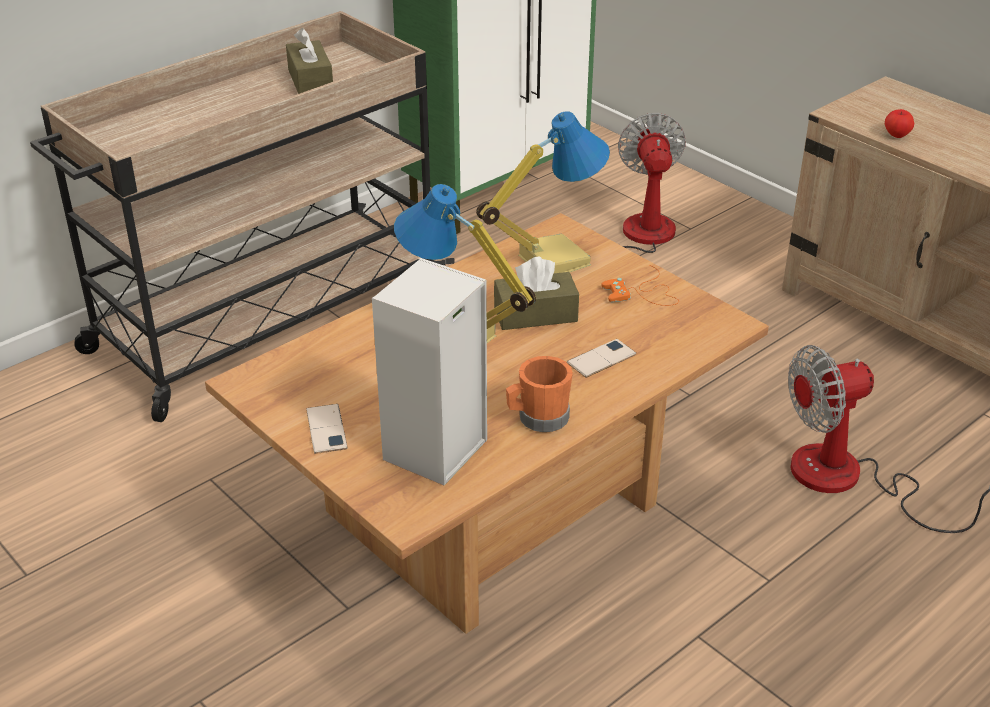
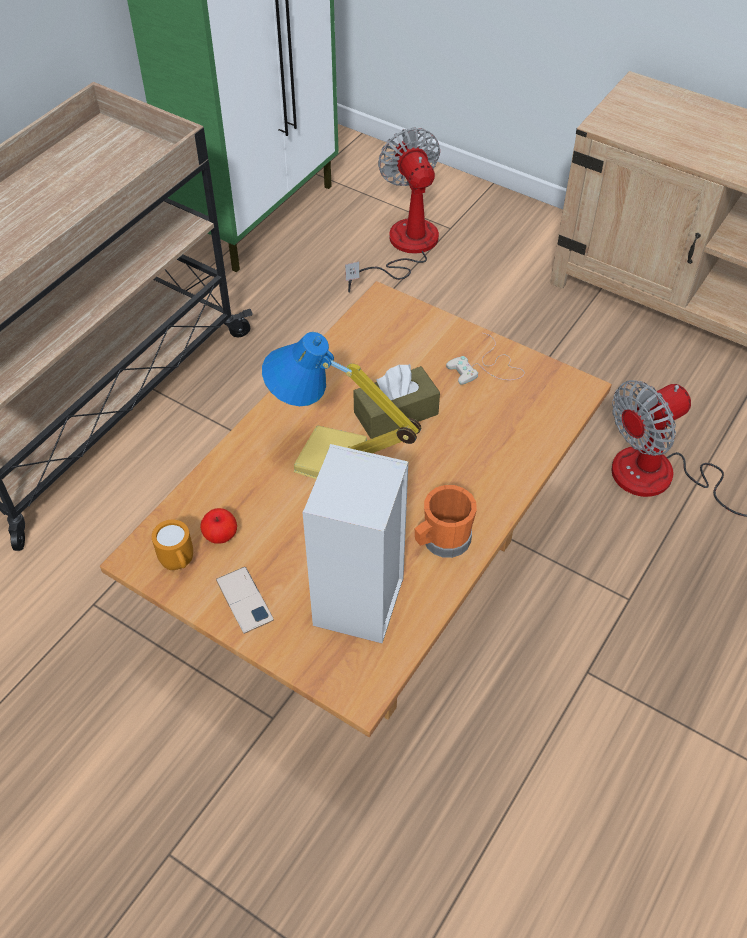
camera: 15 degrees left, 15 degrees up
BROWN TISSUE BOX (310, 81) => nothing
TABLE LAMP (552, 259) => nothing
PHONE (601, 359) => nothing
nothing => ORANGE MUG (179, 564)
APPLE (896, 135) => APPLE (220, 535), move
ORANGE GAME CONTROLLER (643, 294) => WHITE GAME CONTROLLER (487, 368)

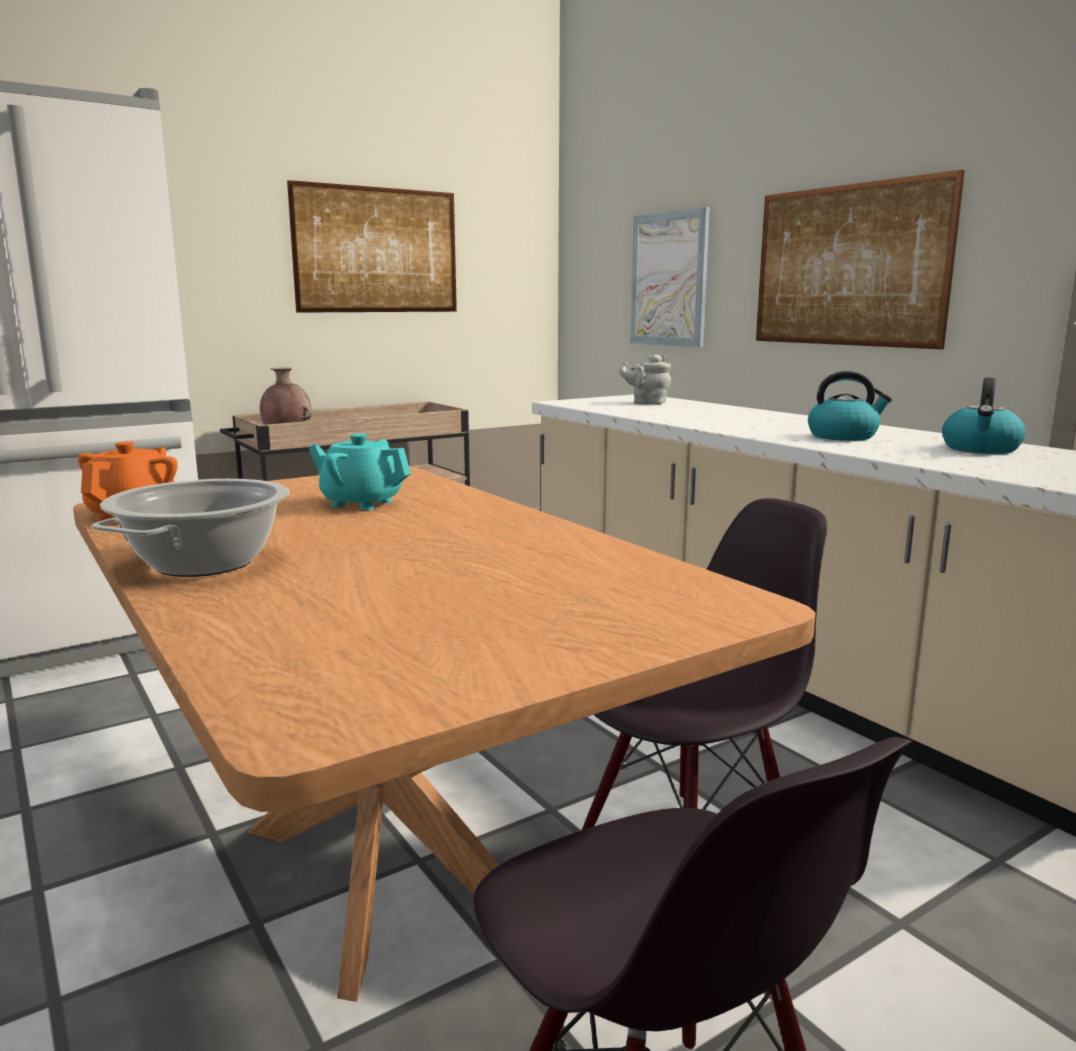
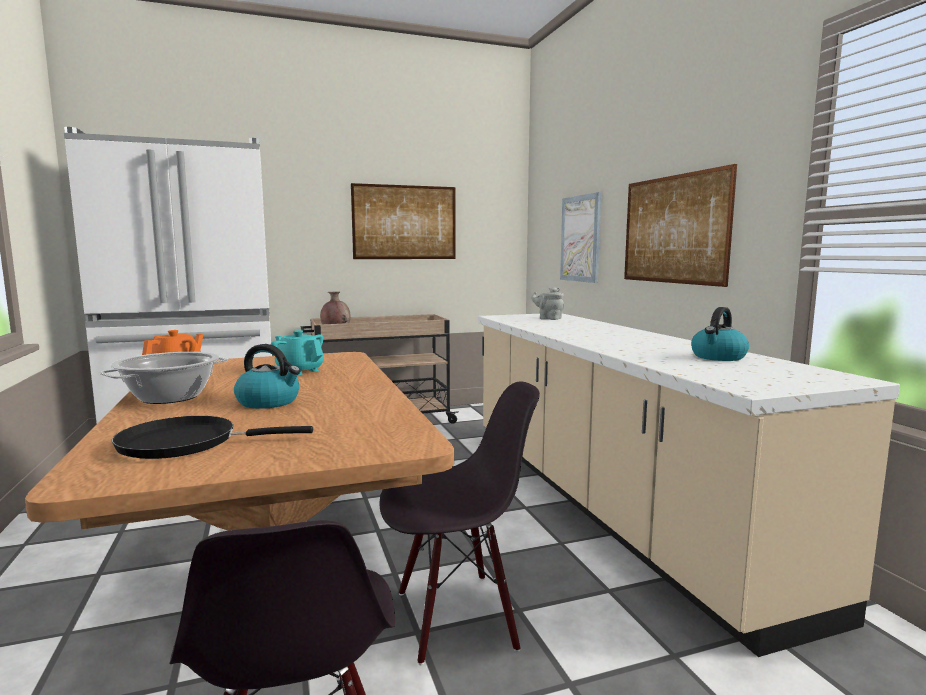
camera: 15 degrees right, 5 degrees down
nothing => BLACK FRYING PAN (186, 443)
KETTLE (843, 436) => KETTLE (269, 402), move

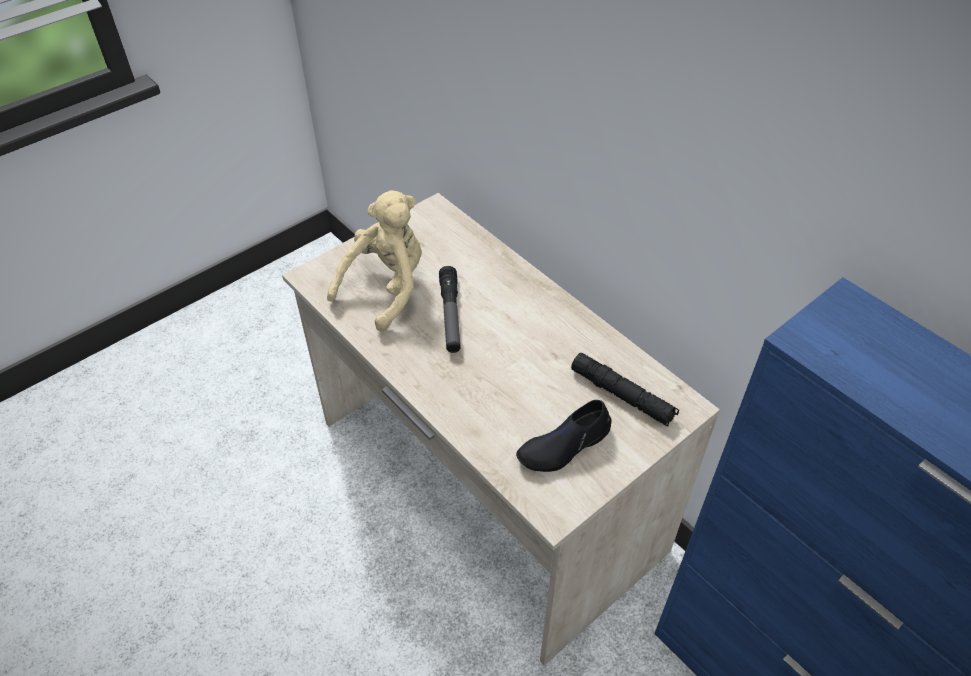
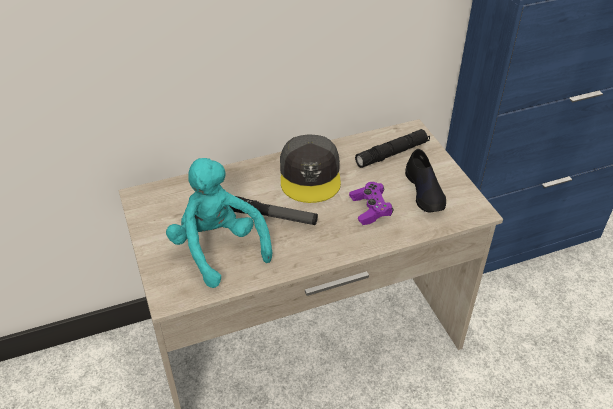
camera: 70 degrees left, 5 degrees down
nothing => GREY CAP (310, 175)
nothing => PURPLE GAME CONTROLLER (370, 209)
BEIGE PLUSH TOY (386, 288) => TURQUOISE PLUSH TOY (218, 248)

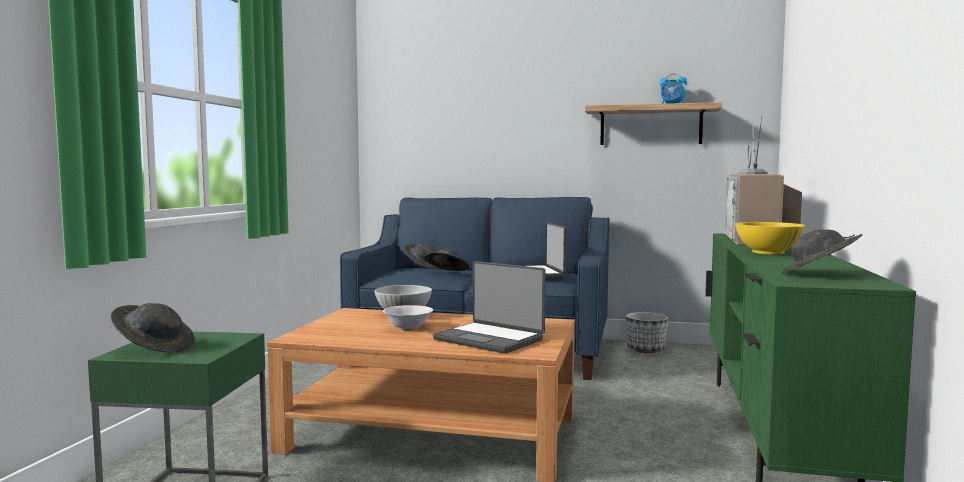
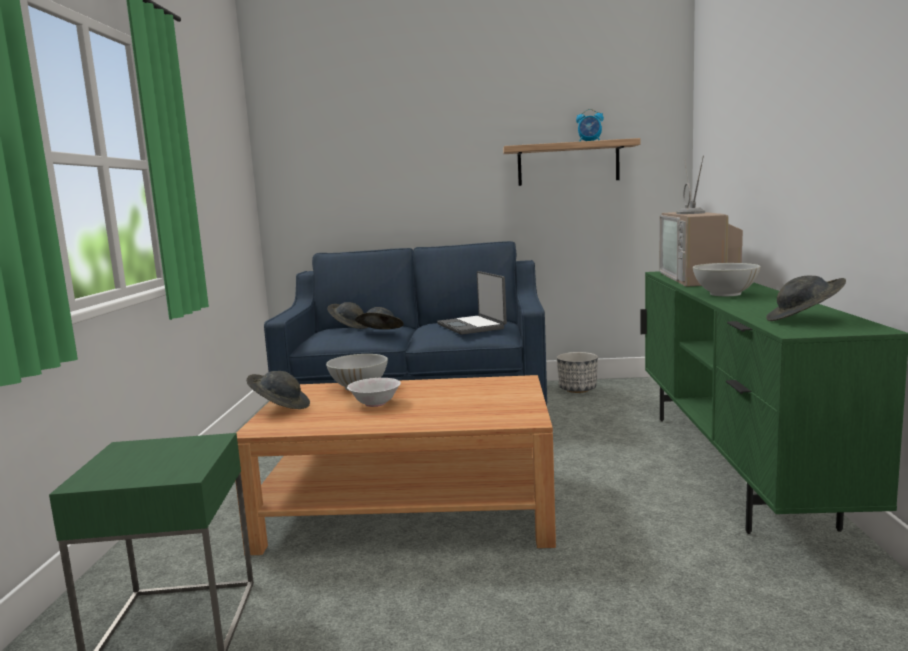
camera: 10 degrees left, 5 degrees up
LAPTOP (490, 339) => nothing
GREY HAT (155, 348) => GREY HAT (280, 407), move
YELLOW BOWL (767, 252) => WHITE BOWL (724, 294)

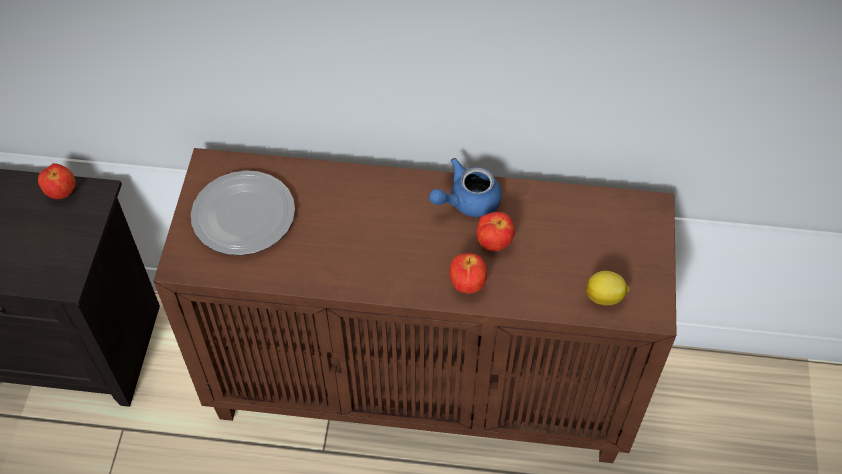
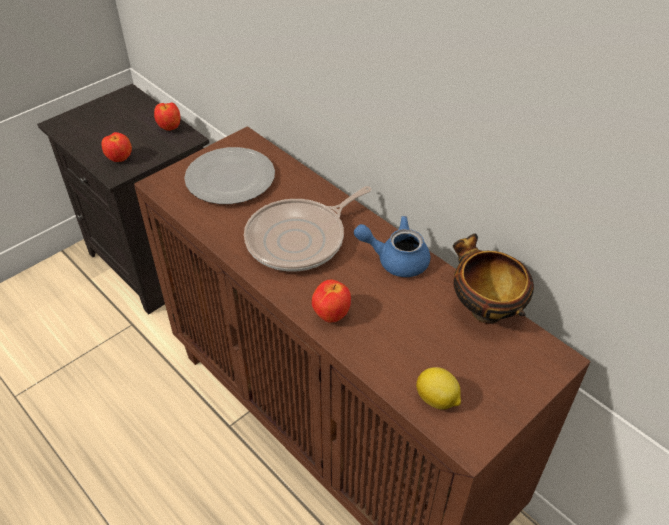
camera: 40 degrees right, 10 degrees down
nothing => FRYING PAN (300, 239)
nothing => BOWL (483, 309)
APPLE (494, 243) => APPLE (120, 159), move

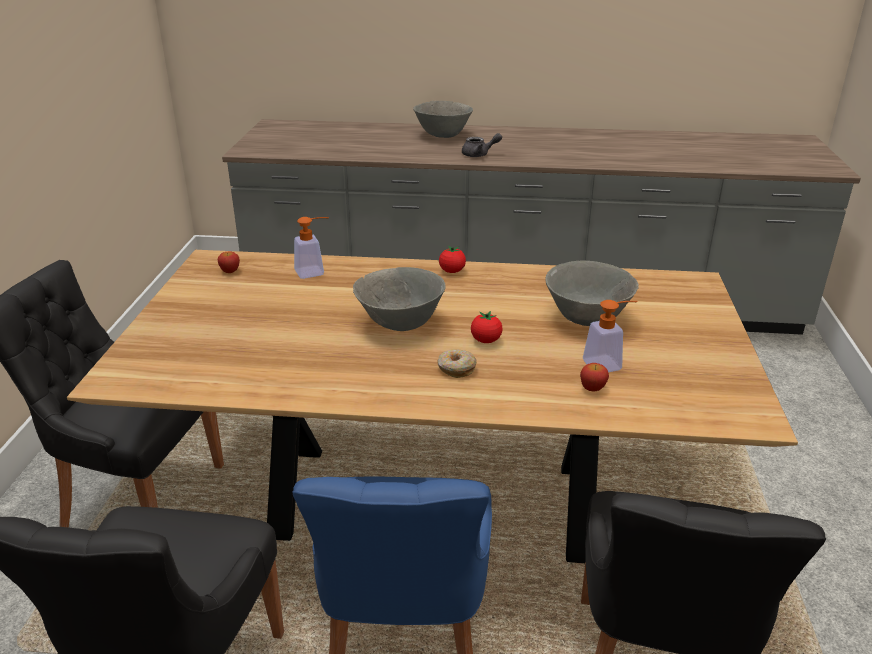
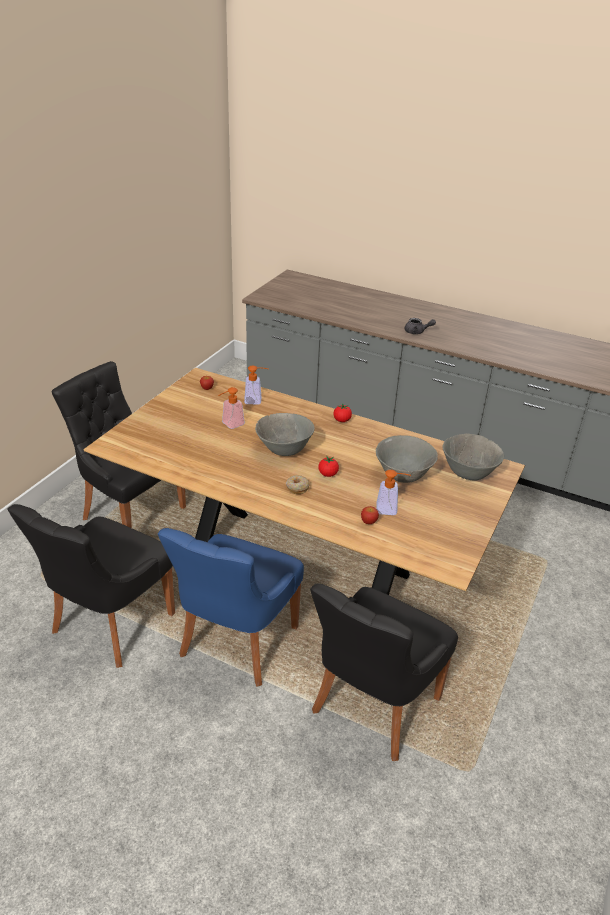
camera: 20 degrees right, 5 degrees up
nothing => SOAP DISPENSER (230, 425)
GREY BOWL (442, 136) => GREY BOWL (468, 473), move

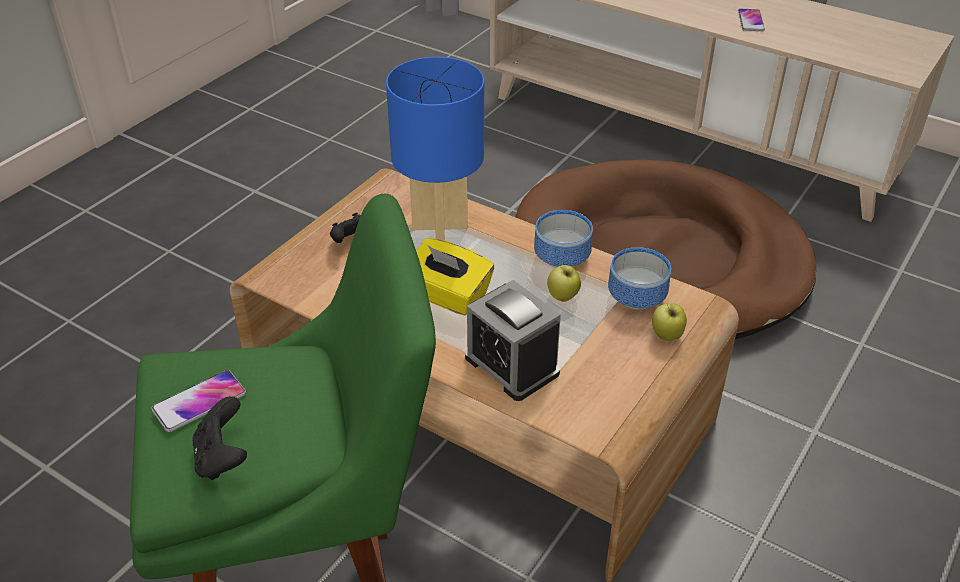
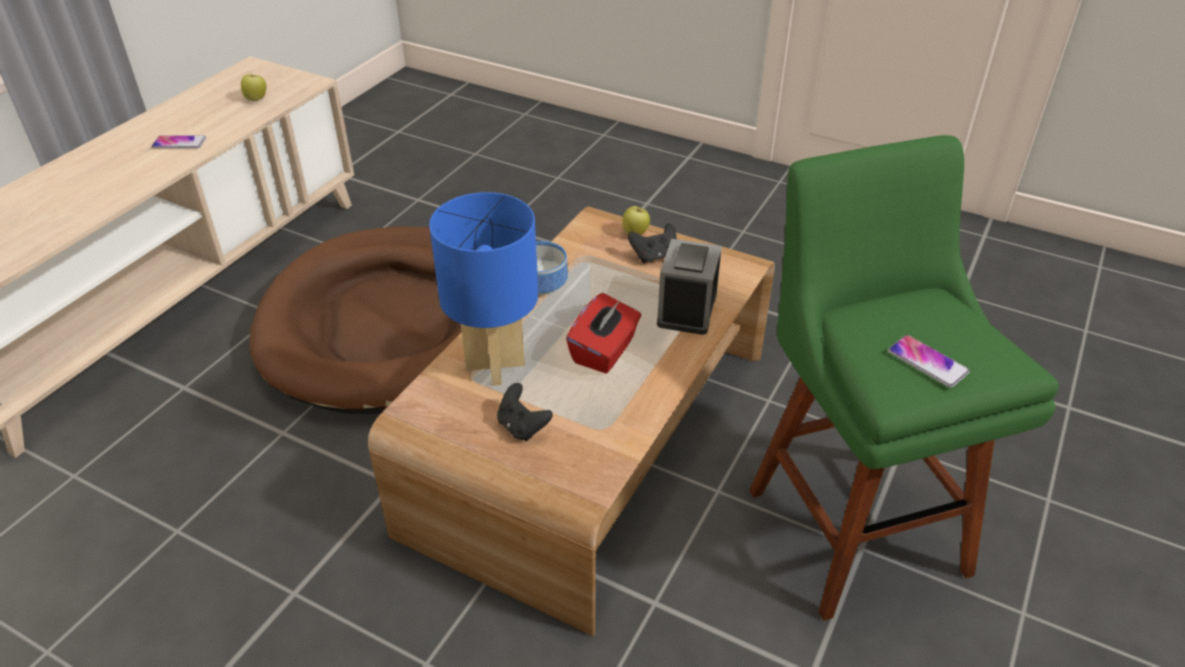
camera: 95 degrees left, 0 degrees up
BOWL (639, 297) => nothing
BLACK GAME CONTROLLER (222, 458) => BLACK GAME CONTROLLER (653, 256), move
APPLE (563, 297) => APPLE (257, 99), move
YELLOW TISSUE BOX (448, 296) => RED TISSUE BOX (604, 351)
ALARM CLOCK (511, 365) => ALARM CLOCK (687, 309), 150 degrees clockwise

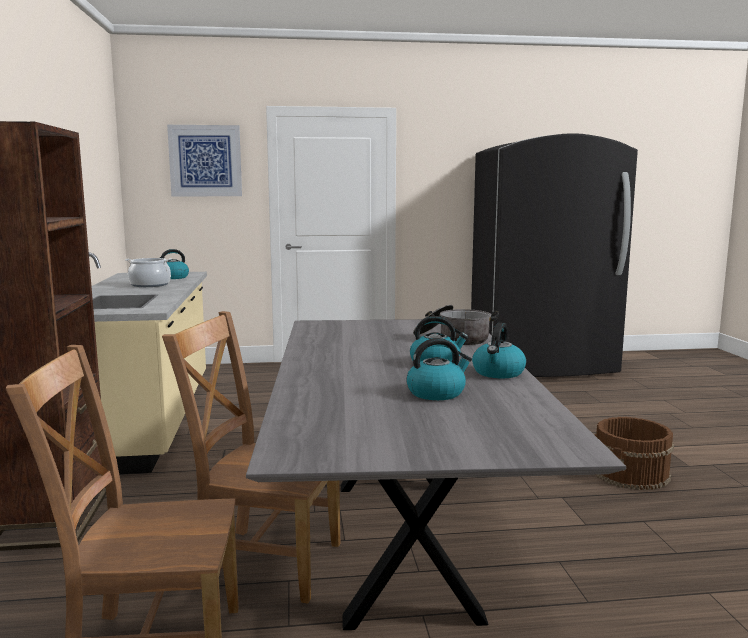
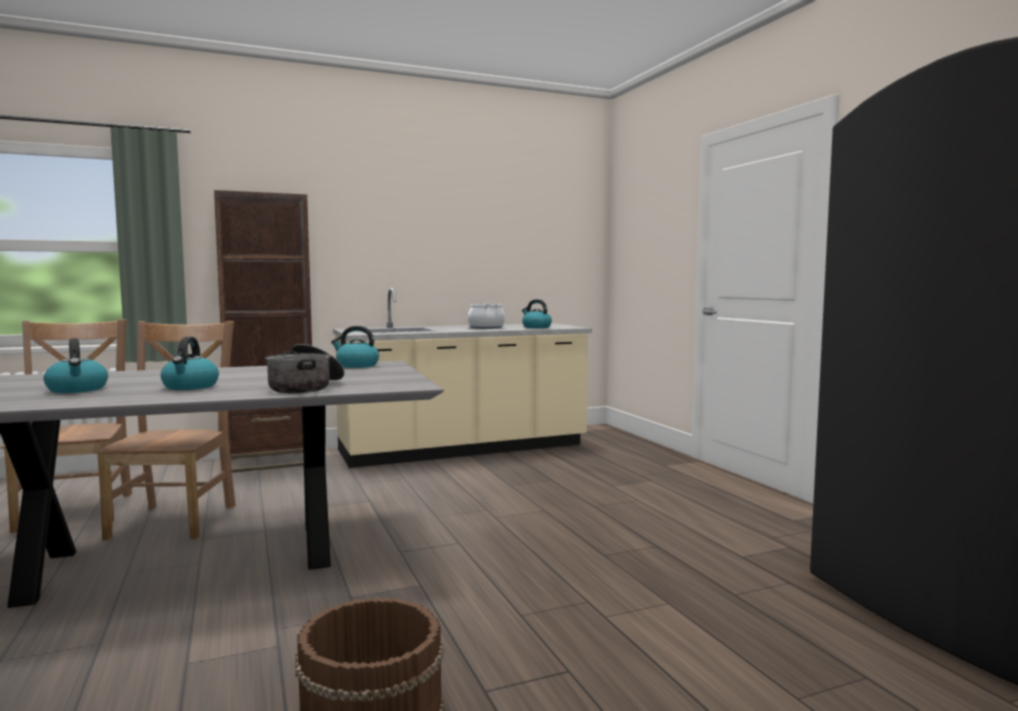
camera: 75 degrees right, 5 degrees down
PICTURE (205, 161) => nothing
KETTLE (498, 373) => KETTLE (356, 365), move

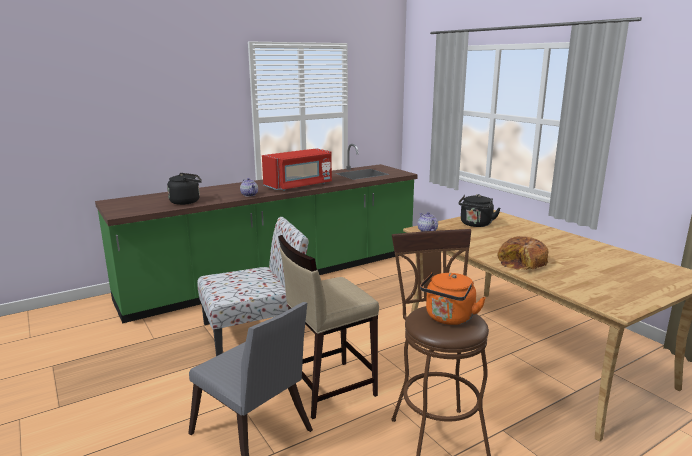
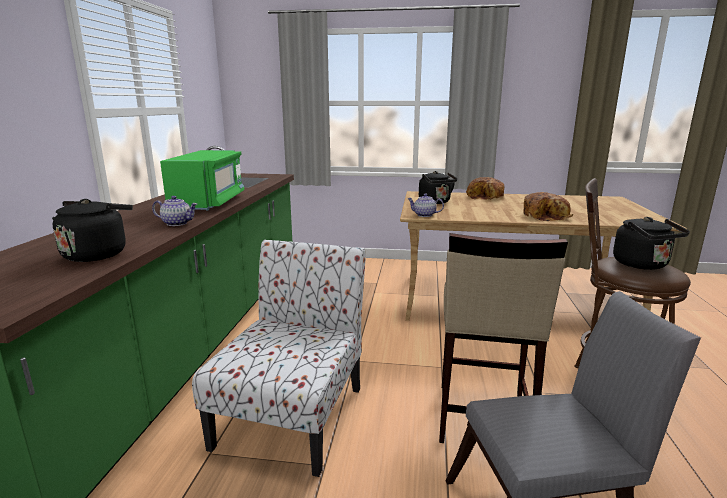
camera: 50 degrees left, 0 degrees up
nothing => BREAD (485, 197)
RED MICROWAVE (299, 185) => GREEN MICROWAVE (209, 202)
ORANGE KETTLE (448, 318) => BLACK KETTLE (643, 265)

